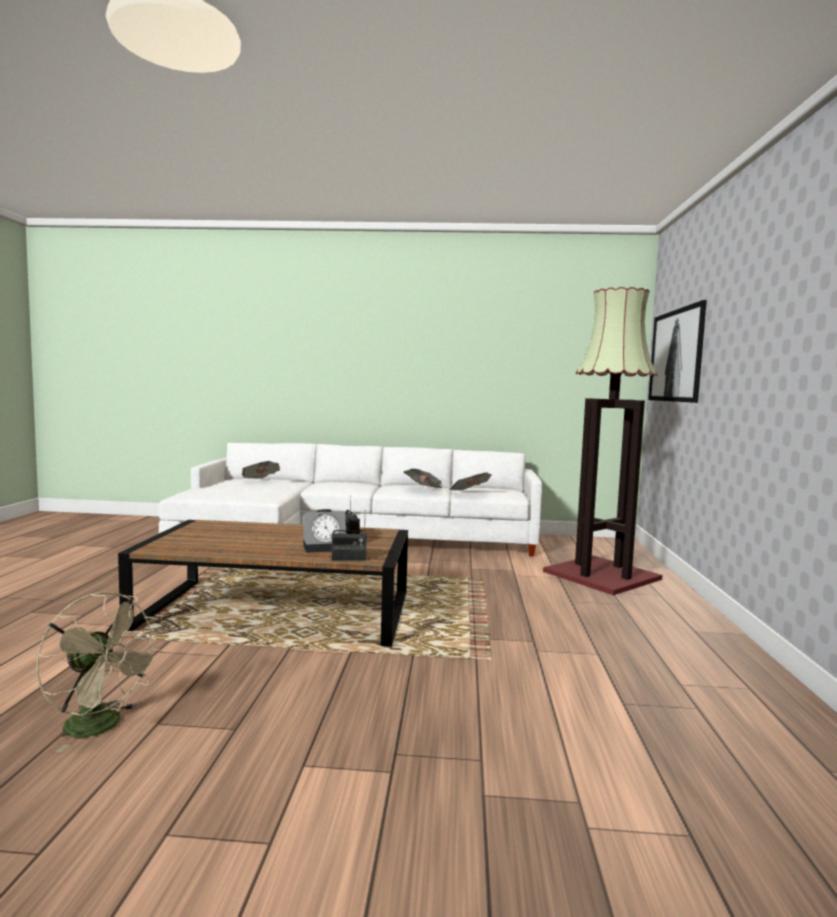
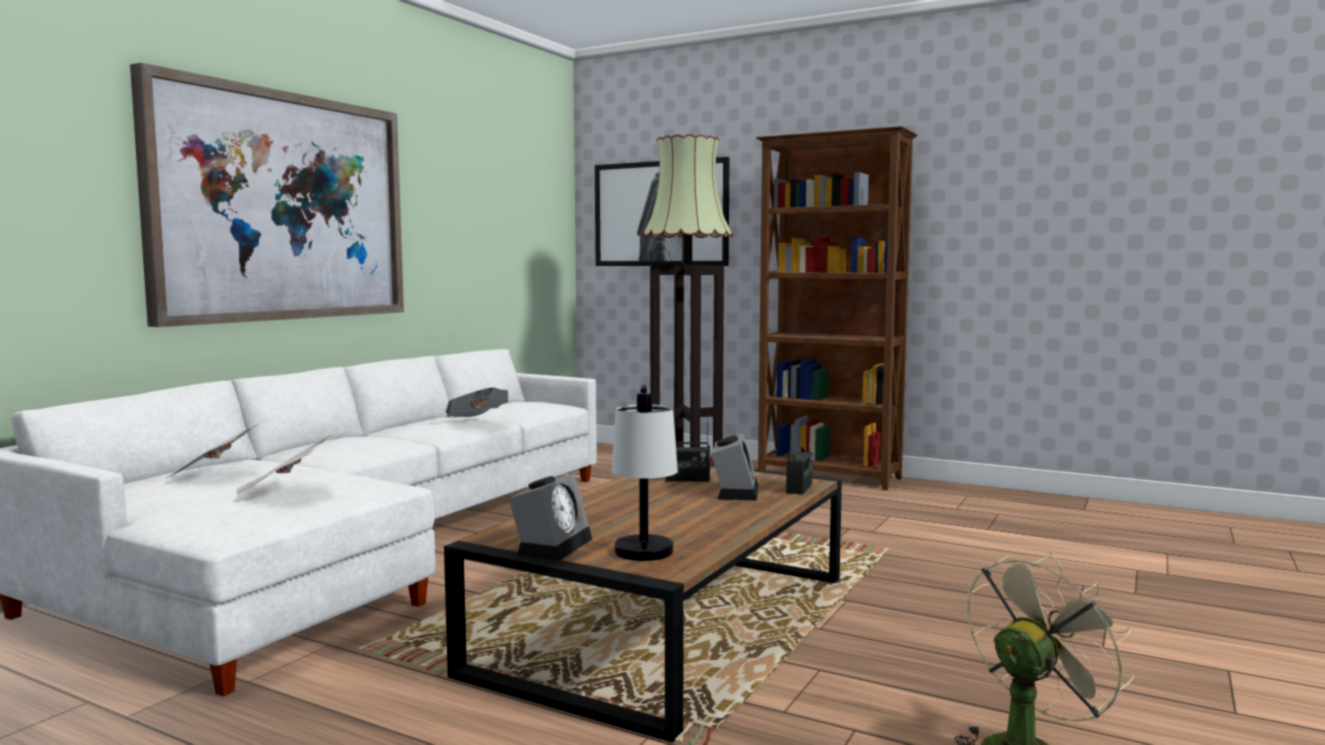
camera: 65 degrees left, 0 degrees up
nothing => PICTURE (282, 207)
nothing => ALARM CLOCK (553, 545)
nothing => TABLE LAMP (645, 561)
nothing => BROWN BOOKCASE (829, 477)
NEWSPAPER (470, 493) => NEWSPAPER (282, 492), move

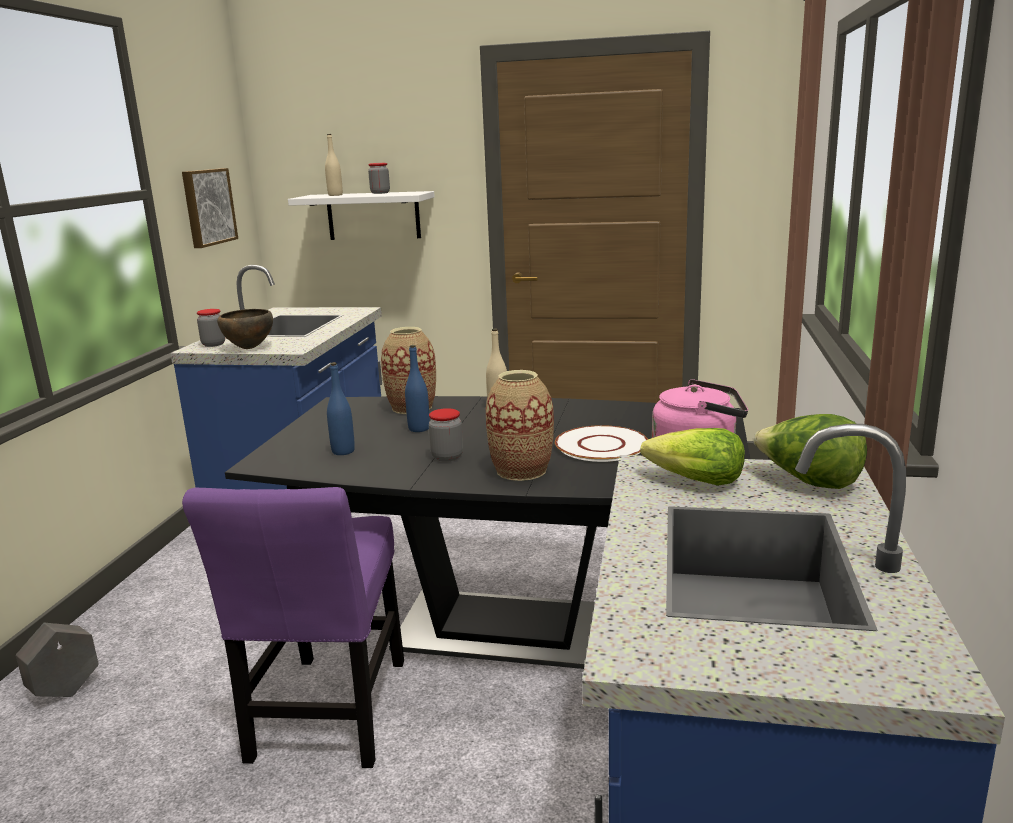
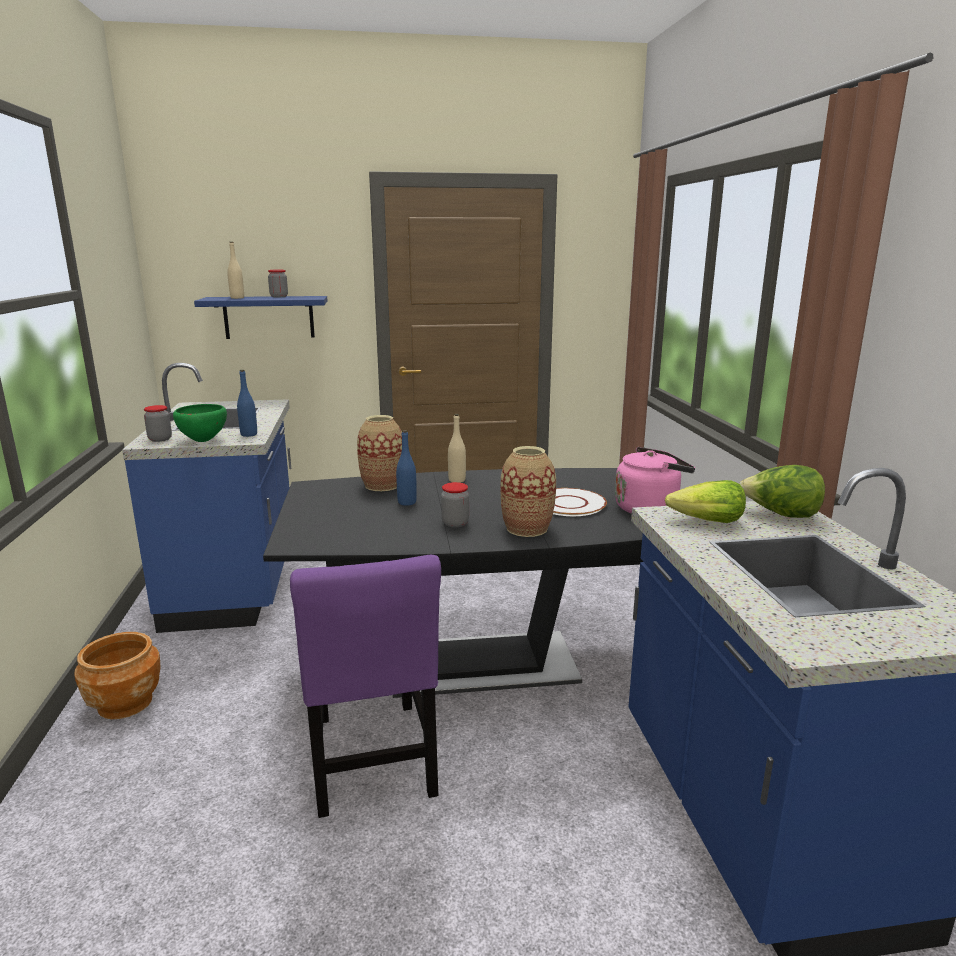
camera: 20 degrees left, 0 degrees up
GREY PLANTER (66, 691) => nothing
PICTURE (207, 207) => nothing
nothing => BROWN PLANTER (125, 703)
BLUE BOTTLE (343, 451) => BLUE BOTTLE (249, 434), move
BROWN BOWL (249, 348) => GREEN BOWL (203, 441)
WHITE SHELF (373, 216) => BLUE SHELF (269, 317)

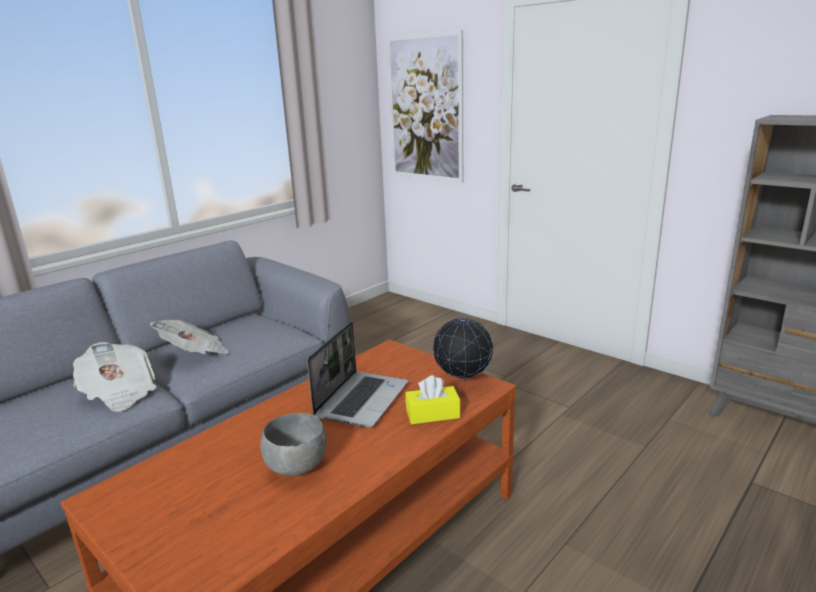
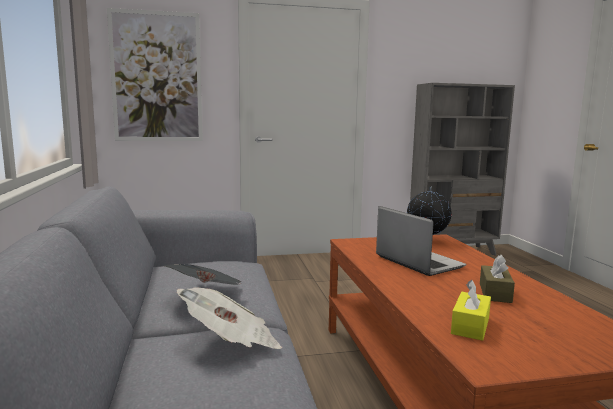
camera: 55 degrees left, 10 degrees down
YELLOW TISSUE BOX (432, 414) => YELLOW TISSUE BOX (470, 326), move
GREY BOWL (297, 466) => BROWN TISSUE BOX (495, 293)

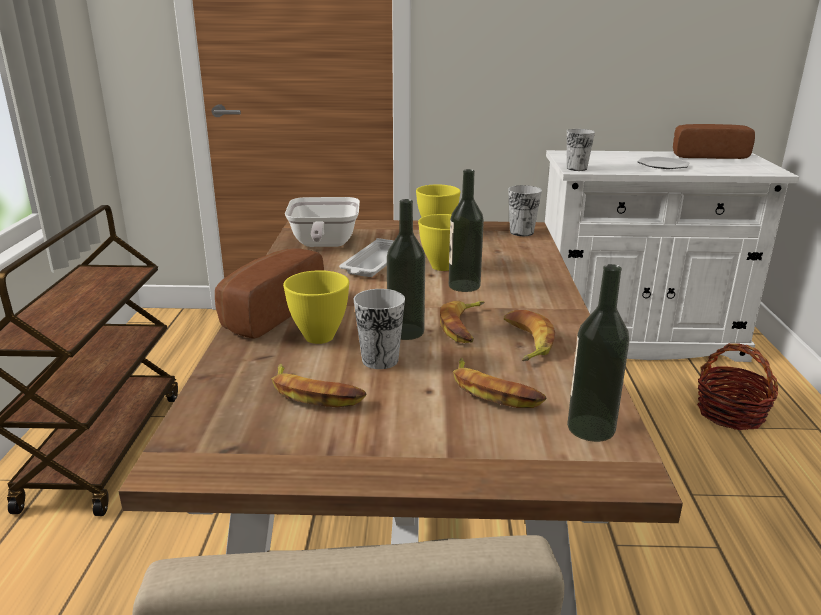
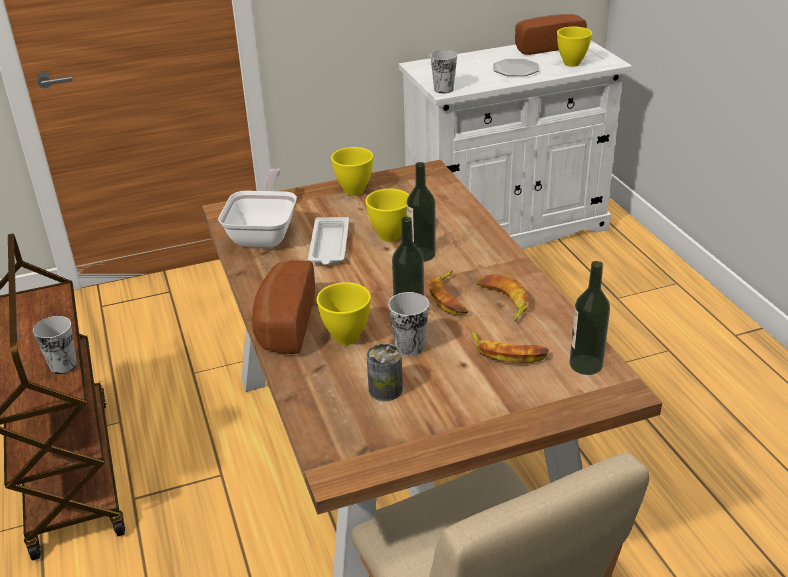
camera: 20 degrees left, 10 degrees up
BASKET (731, 413) => nothing
nothing => YELLOW BOWL (571, 64)
CUP (521, 232) => CUP (63, 365), move
BANANA (315, 393) => CAN (385, 389)
FRYING PAN (323, 245) => FRYING PAN (265, 233), 150 degrees counterclockwise

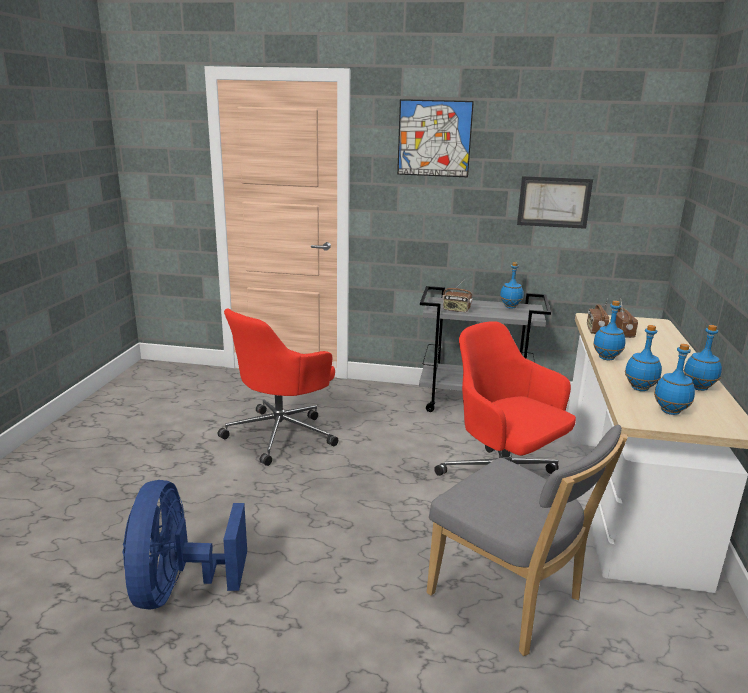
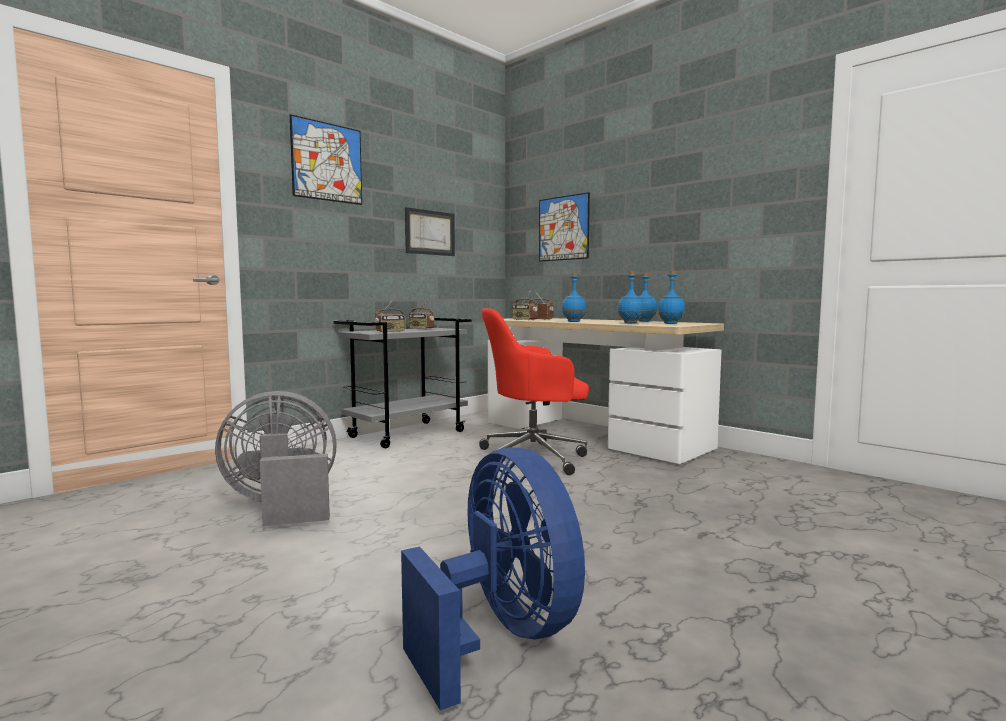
camera: 55 degrees left, 15 degrees down
GREY CHAIR (510, 600) => nothing
nothing => PICTURE (563, 228)
RED OFFICE CHAIR (281, 434) => GREY FAN (282, 506)
BLUE BOTTLE (510, 307) => RADIO (421, 329)
BLUE FAN (179, 588) => BLUE FAN (500, 636), 150 degrees counterclockwise

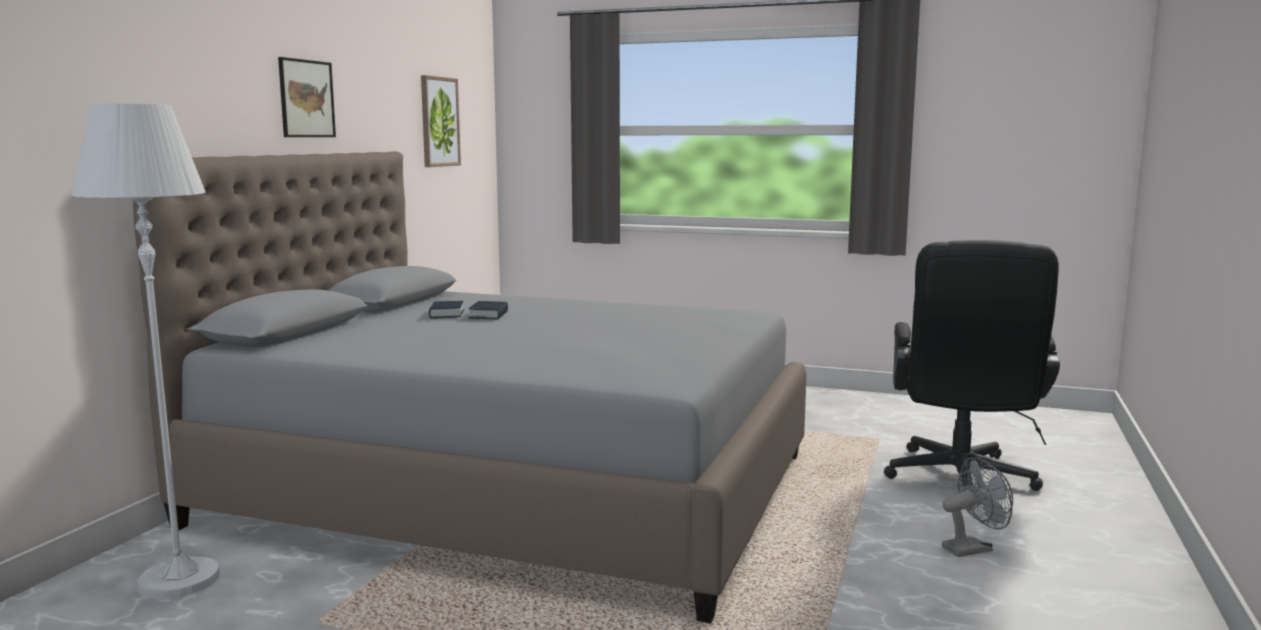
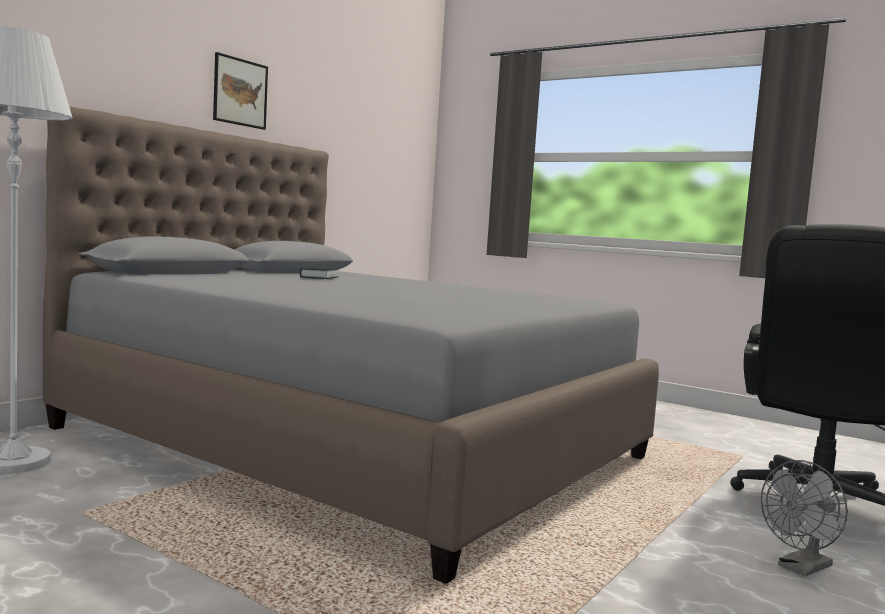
camera: 15 degrees right, 5 degrees down
PICTURE (439, 122) => nothing
BOOK (488, 315) => nothing
GREY FAN (973, 548) => GREY FAN (800, 568), 150 degrees clockwise

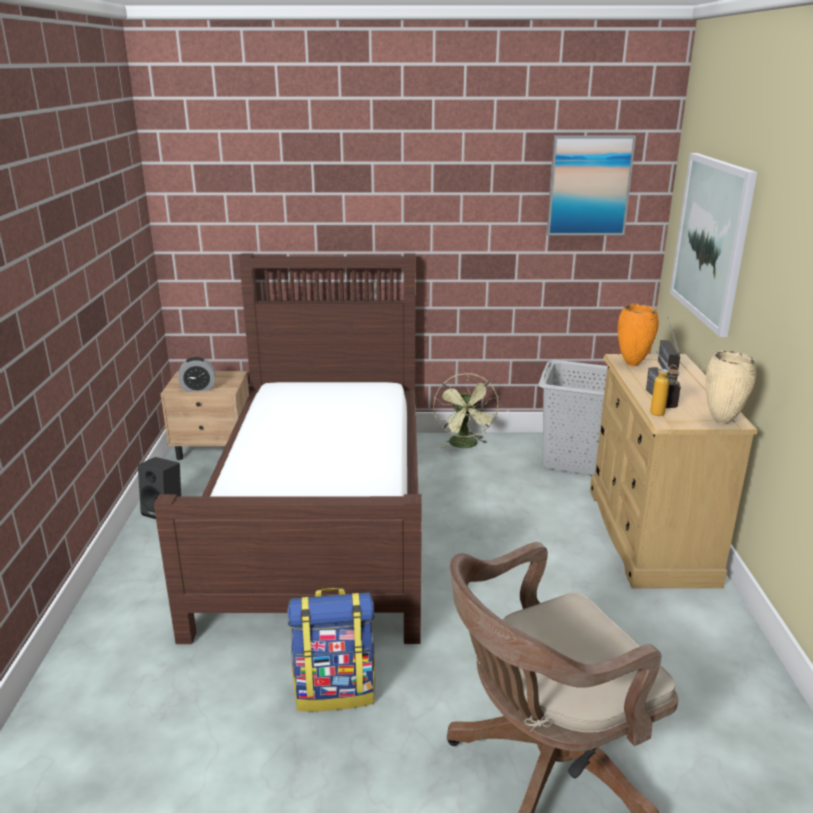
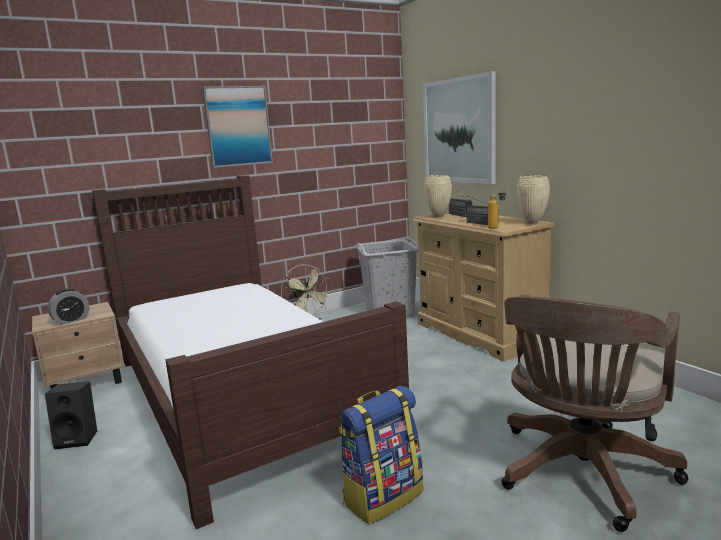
camera: 30 degrees left, 10 degrees down
PICTURE (589, 186) => PICTURE (238, 126), move
ORANGE VASE (633, 364) => BEIGE VASE (439, 217)

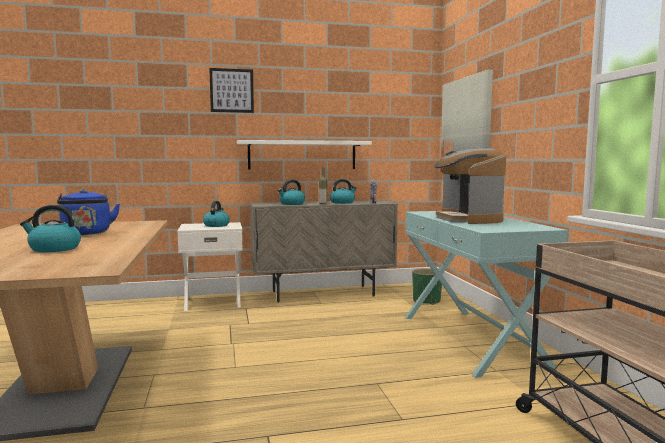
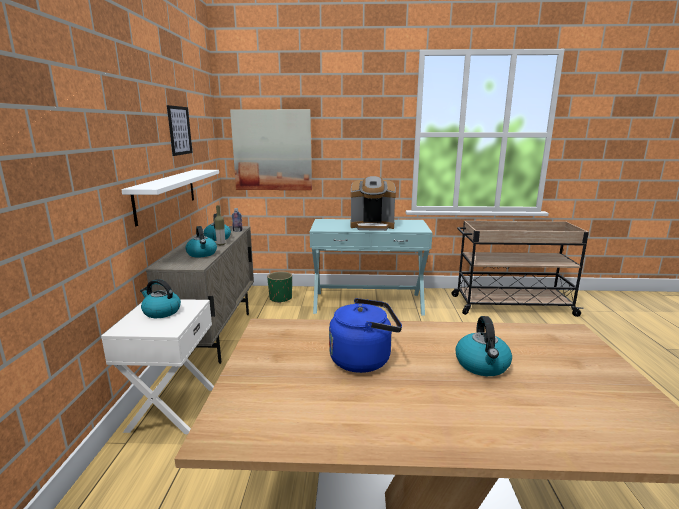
camera: 75 degrees left, 10 degrees up
PICTURE (231, 90) => PICTURE (179, 130), move

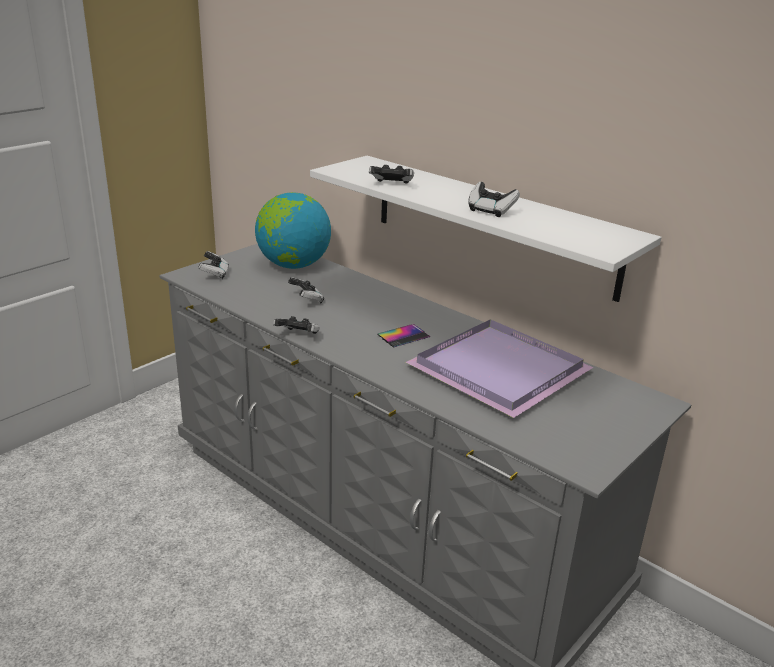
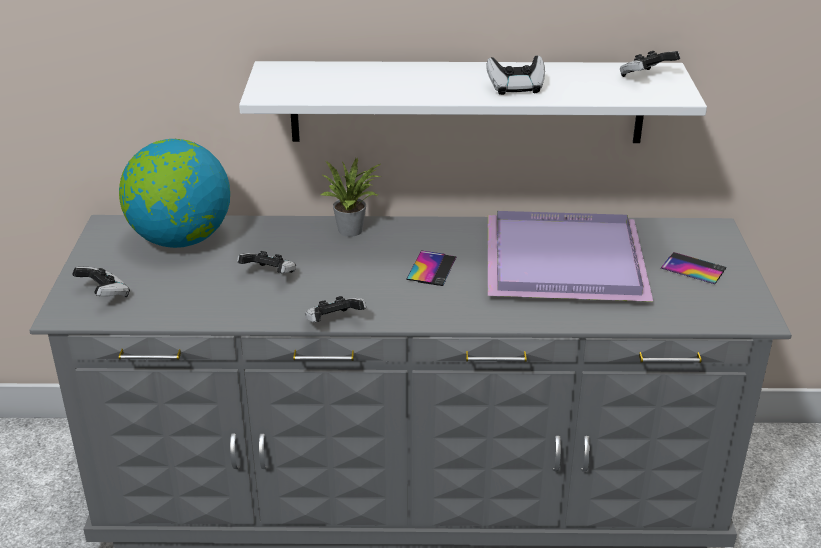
camera: 40 degrees left, 5 degrees up
nothing => POTTED PLANT (354, 230)
nothing => PHONE (693, 268)
GAME CONTROLLER (391, 185) => GAME CONTROLLER (646, 77), move

